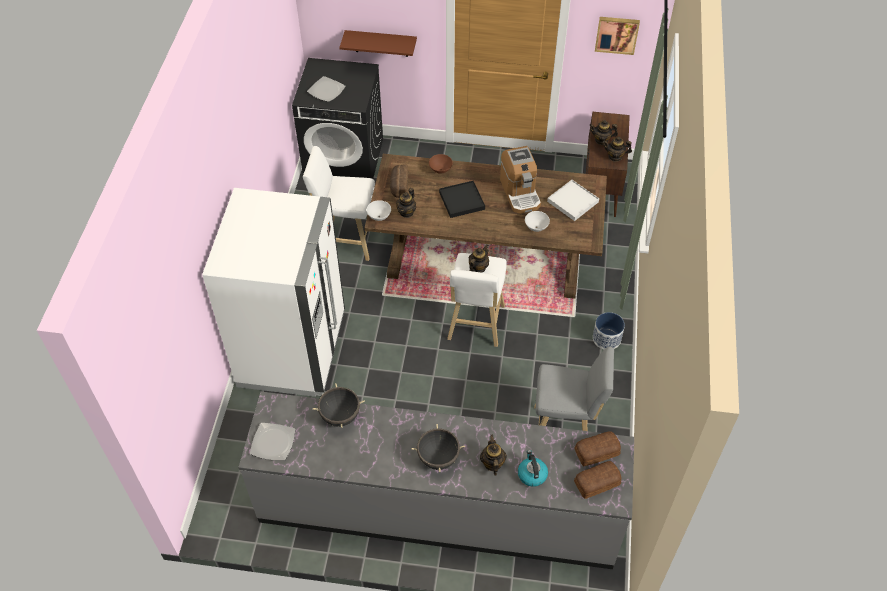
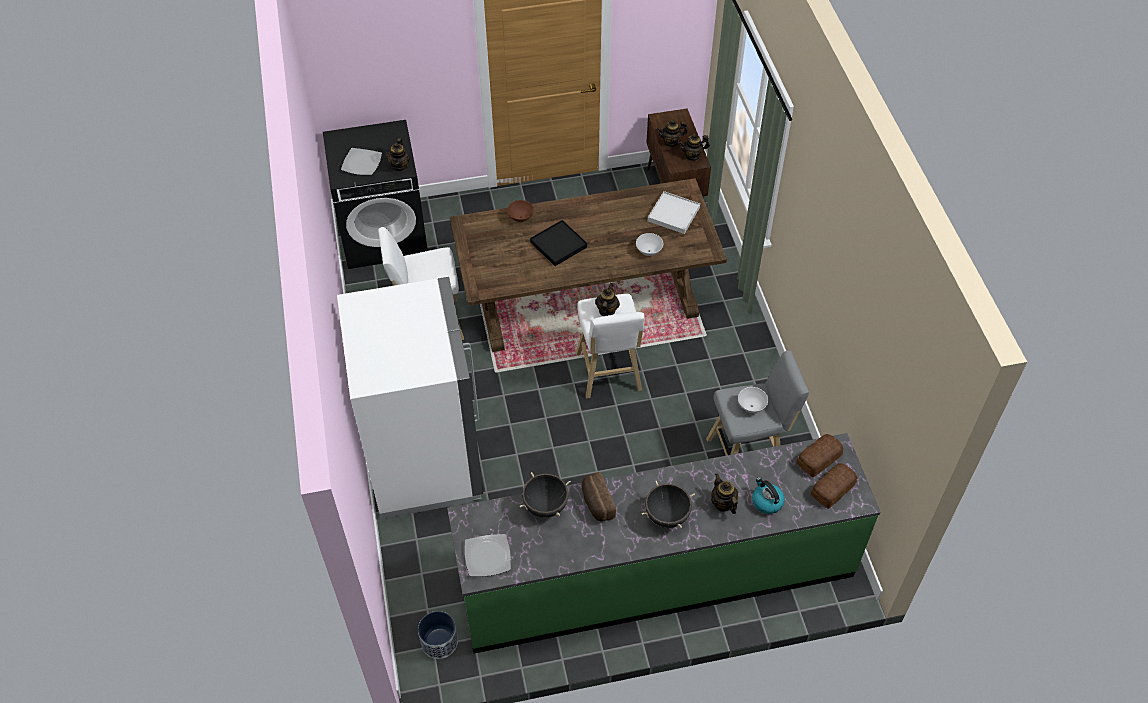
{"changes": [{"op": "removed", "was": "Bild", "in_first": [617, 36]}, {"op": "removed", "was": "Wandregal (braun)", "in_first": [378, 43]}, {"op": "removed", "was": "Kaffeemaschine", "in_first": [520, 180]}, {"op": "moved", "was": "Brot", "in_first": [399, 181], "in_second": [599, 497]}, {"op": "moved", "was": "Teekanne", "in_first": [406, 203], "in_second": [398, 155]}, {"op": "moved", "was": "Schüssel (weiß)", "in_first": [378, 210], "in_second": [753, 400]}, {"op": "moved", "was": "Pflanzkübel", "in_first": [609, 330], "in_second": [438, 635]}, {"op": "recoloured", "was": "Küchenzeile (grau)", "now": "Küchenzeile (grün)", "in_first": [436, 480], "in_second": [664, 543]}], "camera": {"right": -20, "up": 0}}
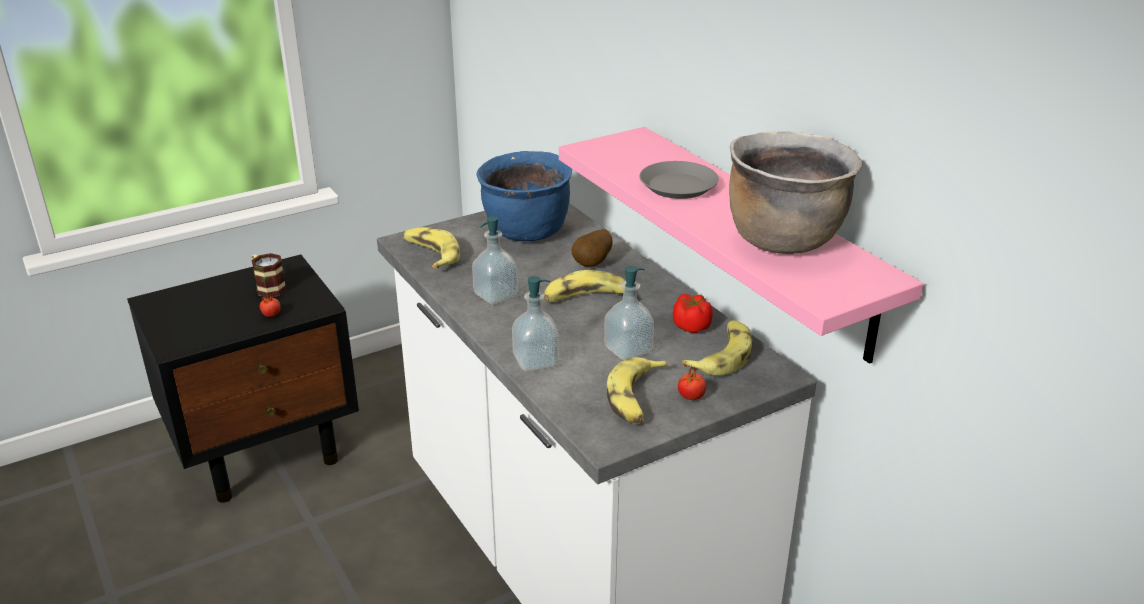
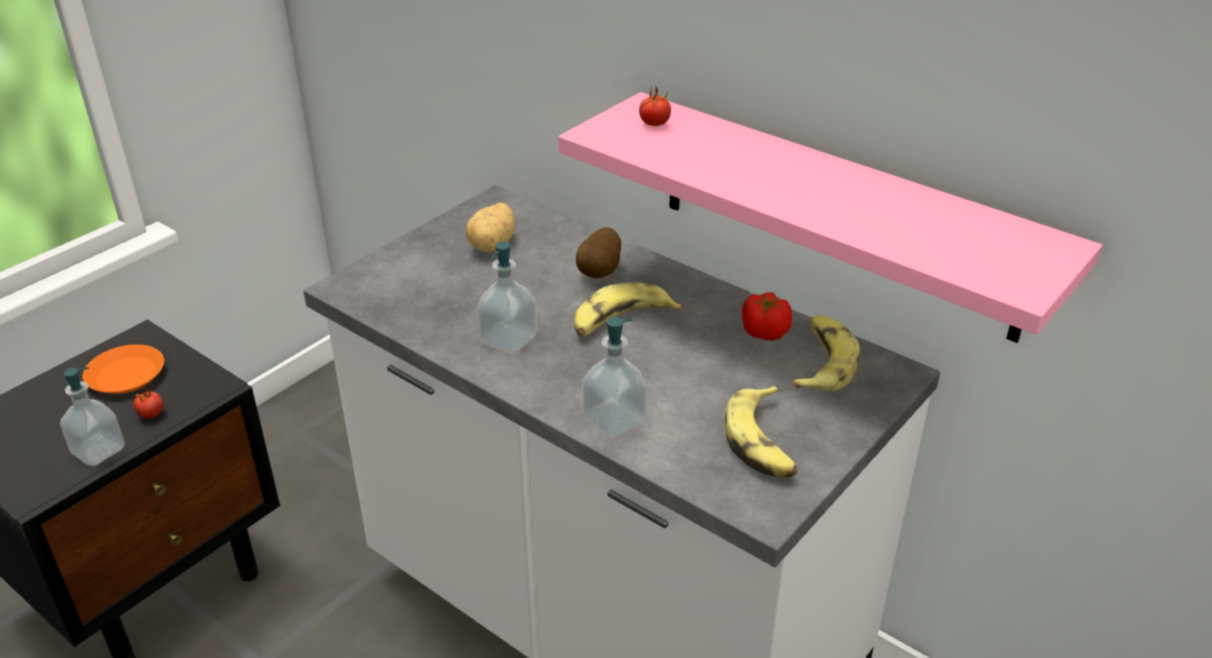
{"changes": [{"op": "removed", "was": "Kochtopf (braun)", "in_first": [795, 192]}, {"op": "replaced", "was": "Kochtopf (blau)", "now": "Kartoffel", "in_first": [524, 196], "in_second": [490, 228]}, {"op": "removed", "was": "Teller (grau)", "in_first": [679, 180]}, {"op": "removed", "was": "Banane", "in_first": [431, 248]}, {"op": "replaced", "was": "Henkelbecher", "now": "Teller (orange)", "in_first": [269, 275], "in_second": [123, 369]}, {"op": "moved", "was": "Seifenspender", "in_first": [629, 313], "in_second": [92, 416]}, {"op": "moved", "was": "Tomate", "in_first": [692, 383], "in_second": [655, 106]}], "camera": {"right": -20, "up": 5}}
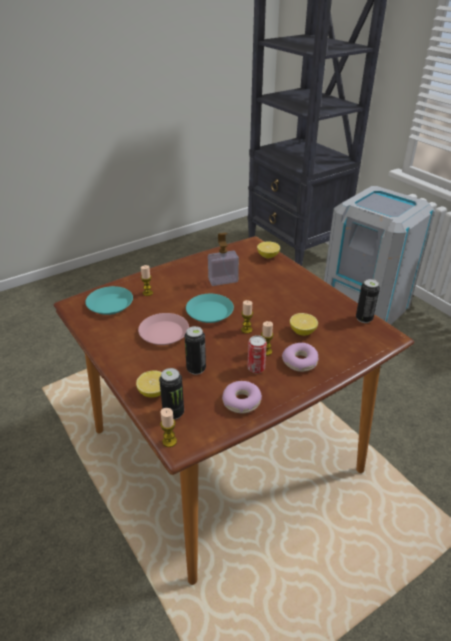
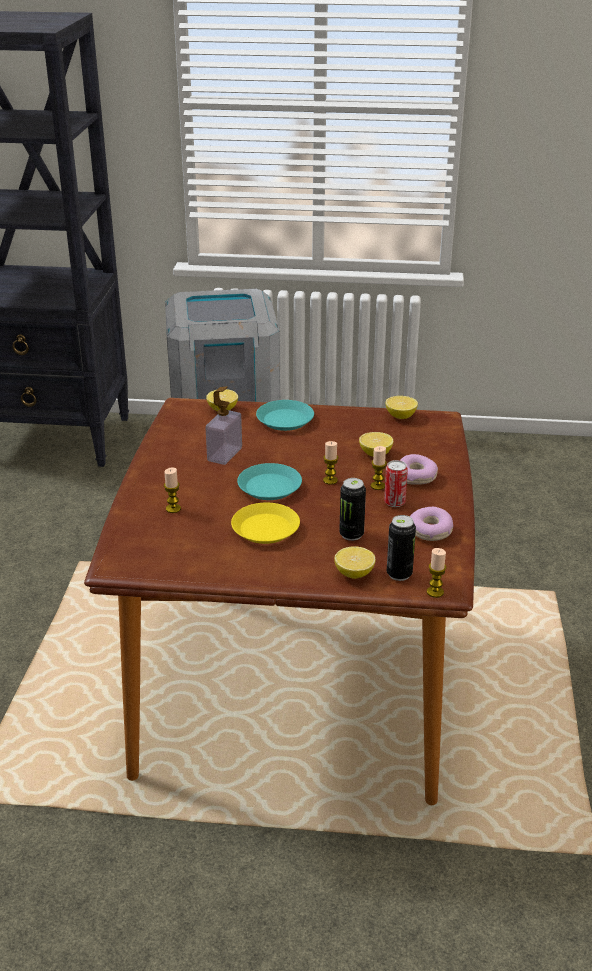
{"changes": [{"op": "replaced", "was": "Dose", "now": "Zitrone", "in_first": [368, 301], "in_second": [402, 407]}, {"op": "moved", "was": "Teller (türkis)", "in_first": [109, 300], "in_second": [285, 415]}, {"op": "recoloured", "was": "Teller (rosa)", "now": "Teller (gelb)", "in_first": [163, 329], "in_second": [265, 523]}], "camera": {"right": -50, "up": -5}}
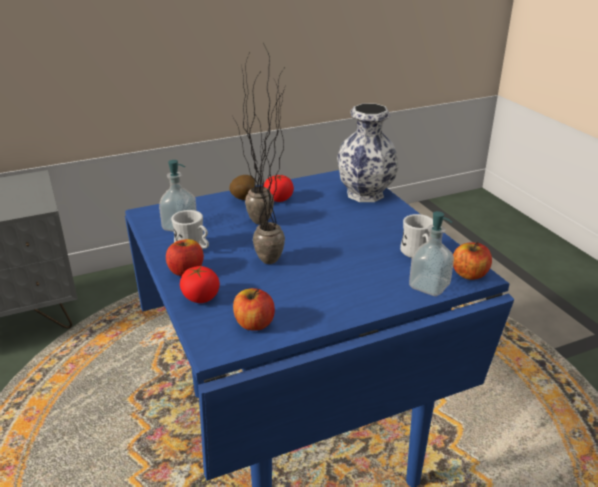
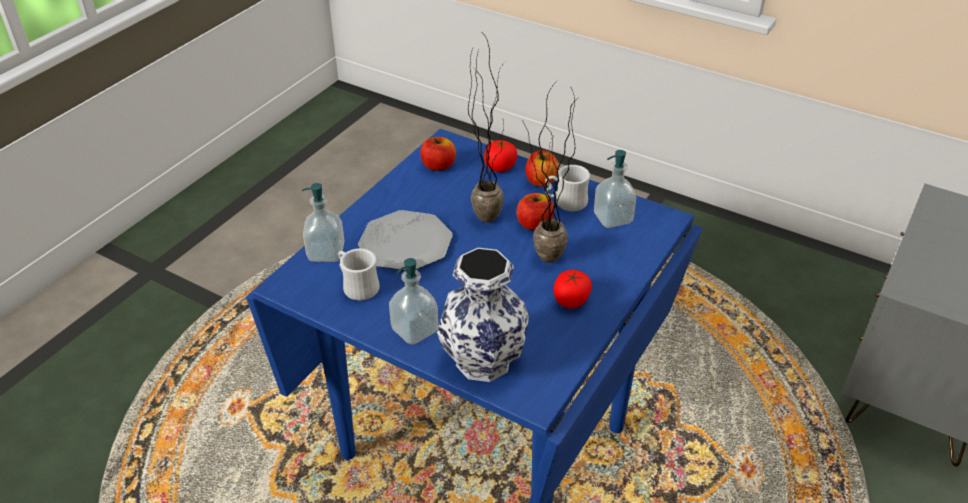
{"changes": [{"op": "removed", "was": "Kartoffel", "in_first": [242, 187]}, {"op": "moved", "was": "Apfel", "in_first": [472, 260], "in_second": [535, 211]}, {"op": "added", "now": "Teller", "in_second": [405, 240]}, {"op": "added", "now": "Seifenspender", "in_second": [413, 301]}], "camera": {"right": 145, "up": 10}}
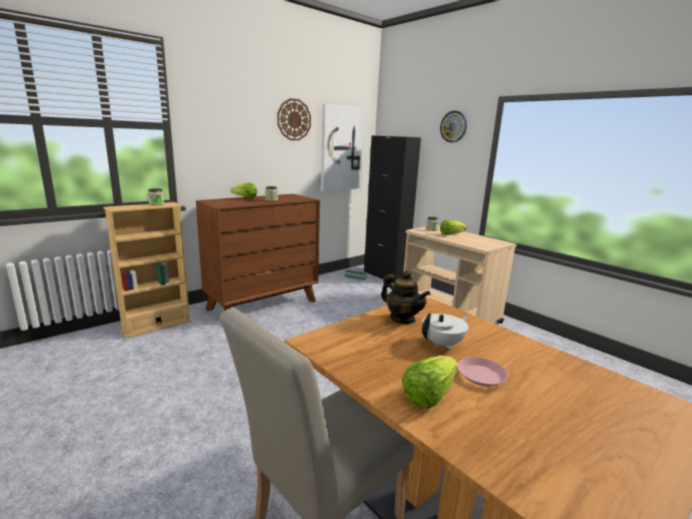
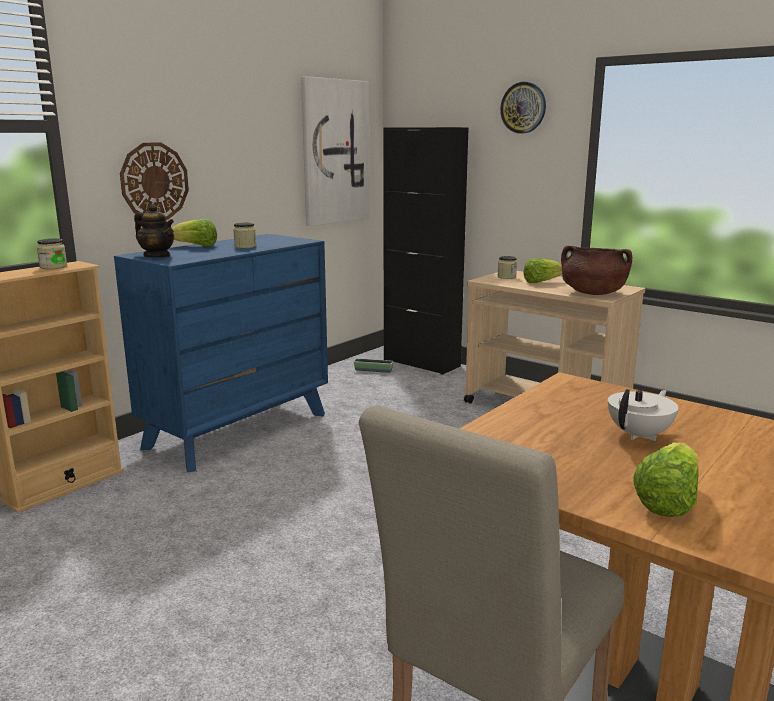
{"changes": [{"op": "moved", "was": "Wanduhr", "in_first": [294, 119], "in_second": [154, 181]}, {"op": "recoloured", "was": "Kommode (braun)", "now": "Kommode (blau)", "in_first": [258, 252], "in_second": [221, 353]}, {"op": "moved", "was": "Teekanne", "in_first": [405, 297], "in_second": [154, 231]}, {"op": "removed", "was": "Teller (rosa)", "in_first": [483, 371]}, {"op": "added", "now": "Kochtopf (braun)", "in_second": [596, 270]}], "camera": {"right": -10, "up": 0}}
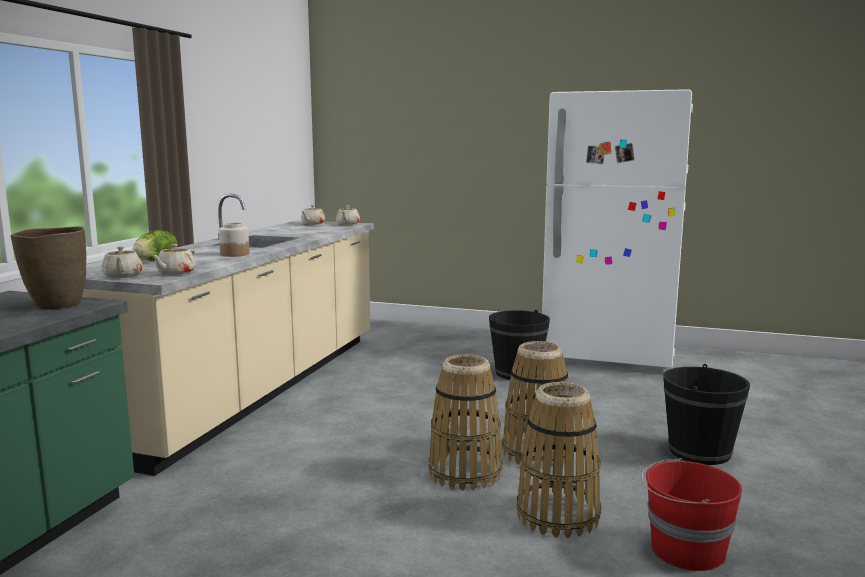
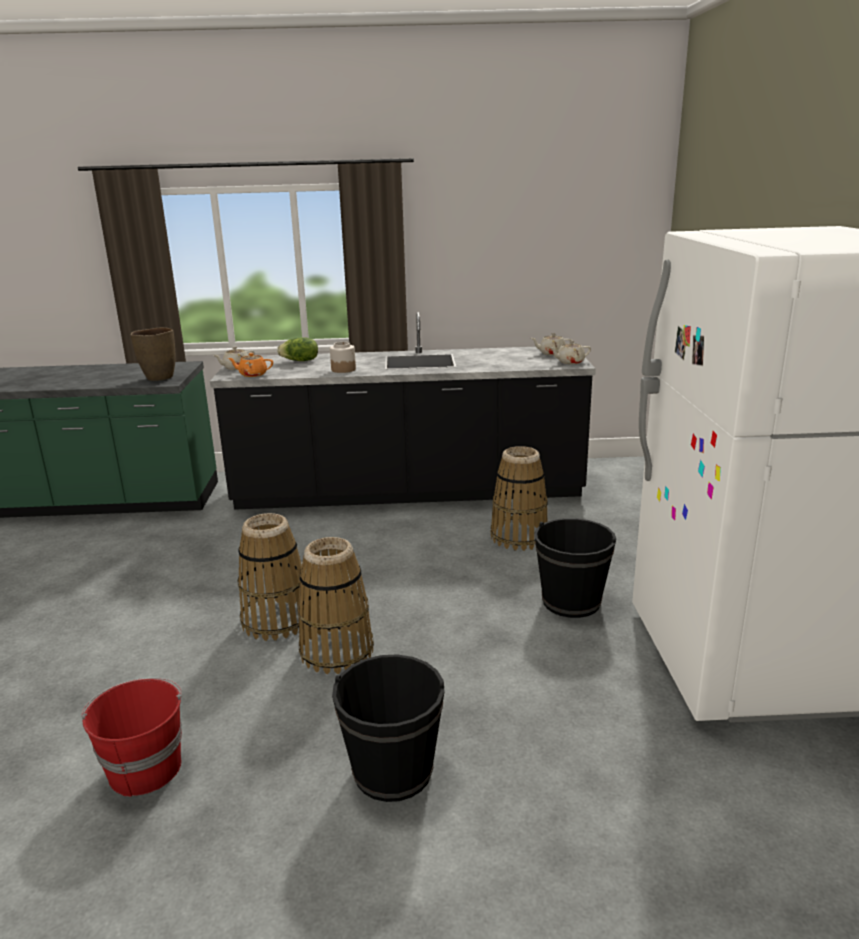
{"changes": [{"op": "recoloured", "was": "Küchenzeile (beige)", "now": "Küchenzeile (schwarz)", "in_first": [228, 335], "in_second": [403, 411]}, {"op": "recoloured", "was": "Teekanne (beige)", "now": "Teekanne (orange)", "in_first": [173, 259], "in_second": [250, 365]}, {"op": "moved", "was": "Korb", "in_first": [559, 460], "in_second": [519, 498]}], "camera": {"right": 70, "up": 10}}
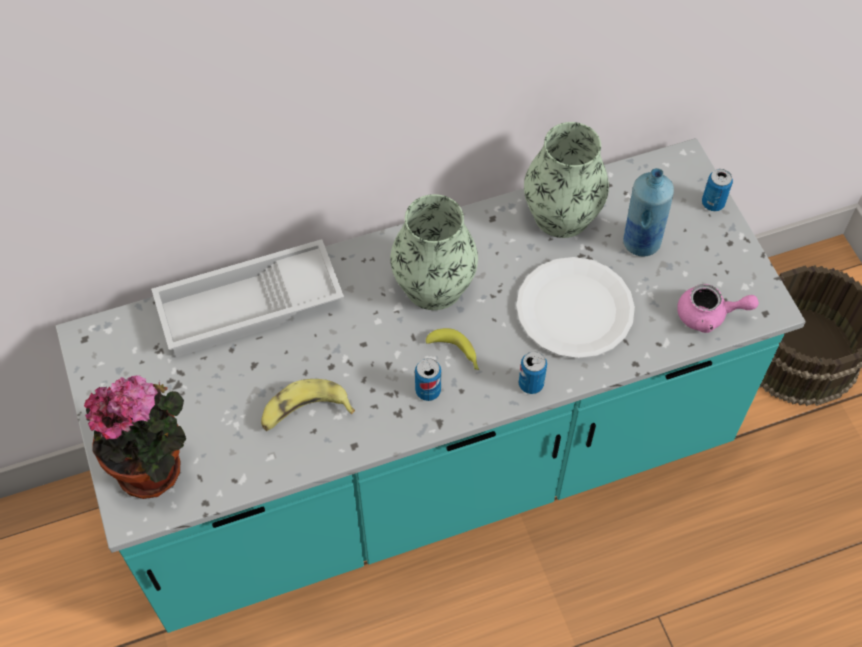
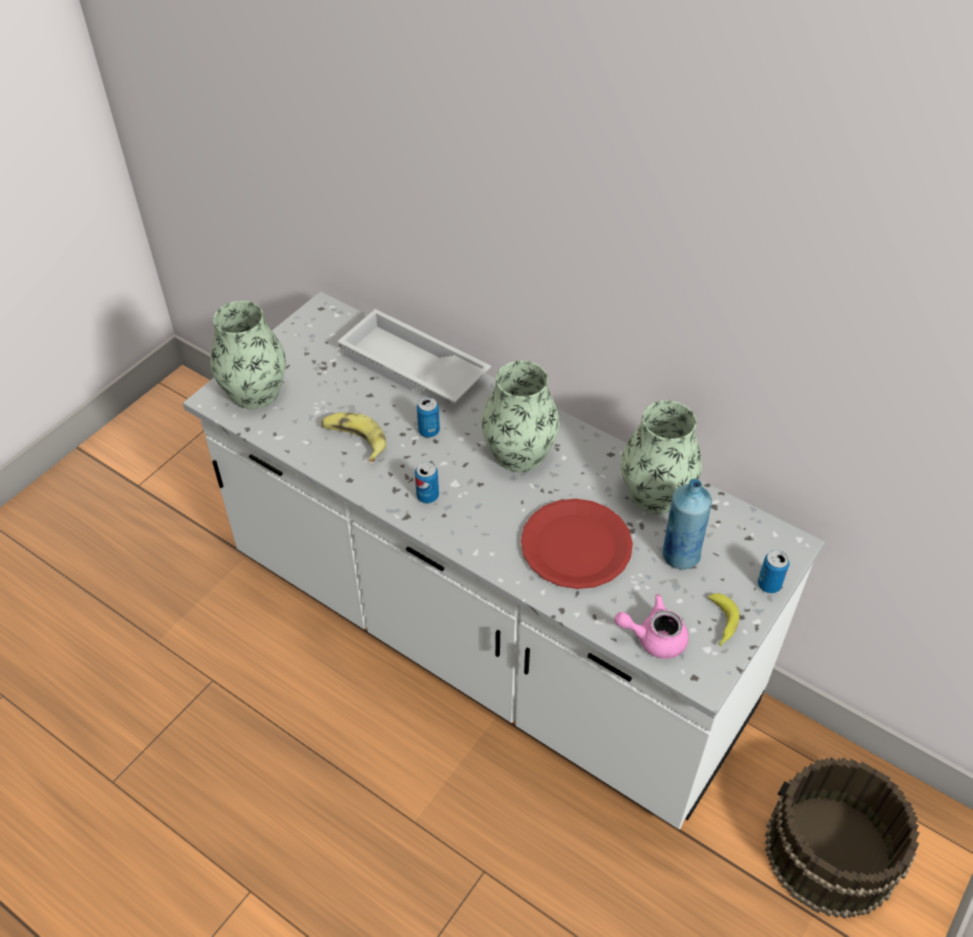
{"changes": [{"op": "recoloured", "was": "Küchenzeile (türkis)", "now": "Küchenzeile (weiß)", "in_first": [431, 385], "in_second": [504, 560]}, {"op": "recoloured", "was": "Teller (weiß)", "now": "Teller (rot)", "in_first": [575, 308], "in_second": [577, 544]}, {"op": "turned", "was": "Teekanne (rosa)", "in_first": [718, 308], "in_second": [651, 626], "clockwise": 120}, {"op": "moved", "was": "Banane", "in_first": [452, 349], "in_second": [723, 620]}, {"op": "moved", "was": "Dose", "in_first": [532, 372], "in_second": [428, 417]}, {"op": "replaced", "was": "Topfpflanze", "now": "Vase", "in_first": [135, 437], "in_second": [248, 355]}], "camera": {"right": 55, "up": -10}}
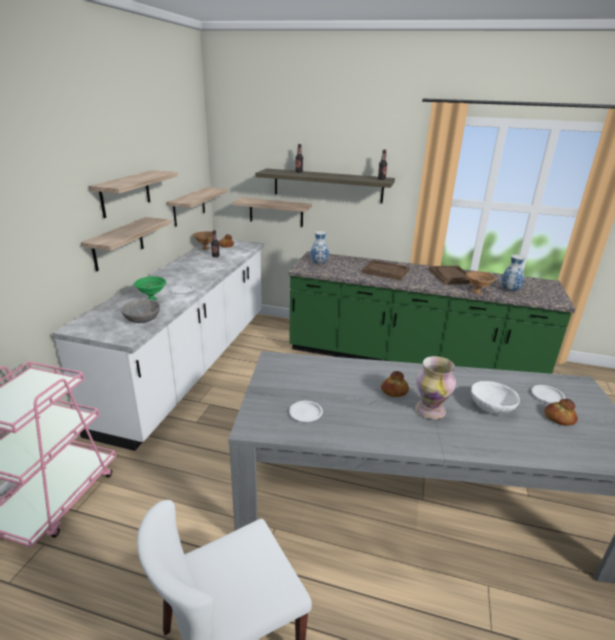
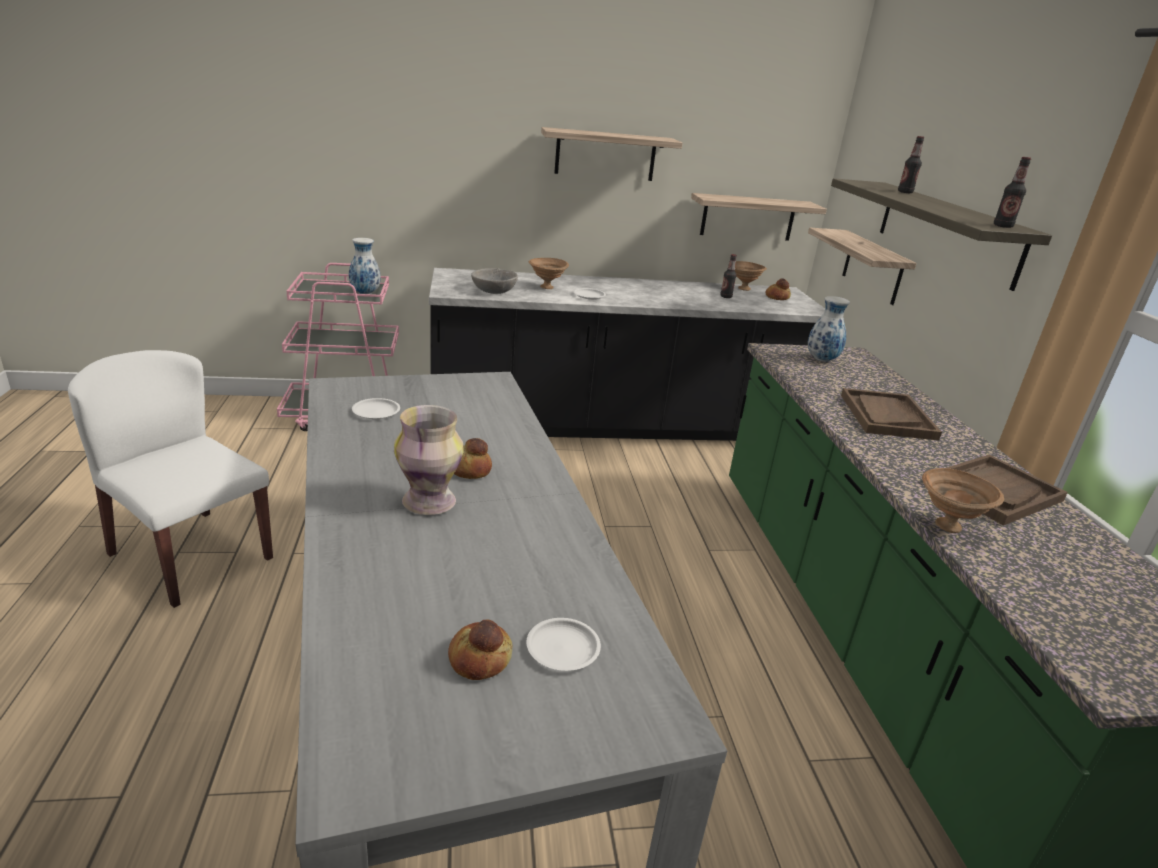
{"changes": [{"op": "removed", "was": "Wandregal", "in_first": [126, 244]}, {"op": "recoloured", "was": "Küchenzeile (weiß)", "now": "Küchenzeile (schwarz)", "in_first": [158, 344], "in_second": [627, 354]}, {"op": "moved", "was": "Vase", "in_first": [513, 273], "in_second": [365, 266]}, {"op": "recoloured", "was": "Schüssel (grün)", "now": "Schüssel (braun)", "in_first": [150, 288], "in_second": [549, 273]}, {"op": "removed", "was": "Schüssel (weiß)", "in_first": [495, 397]}], "camera": {"right": 65, "up": 0}}
